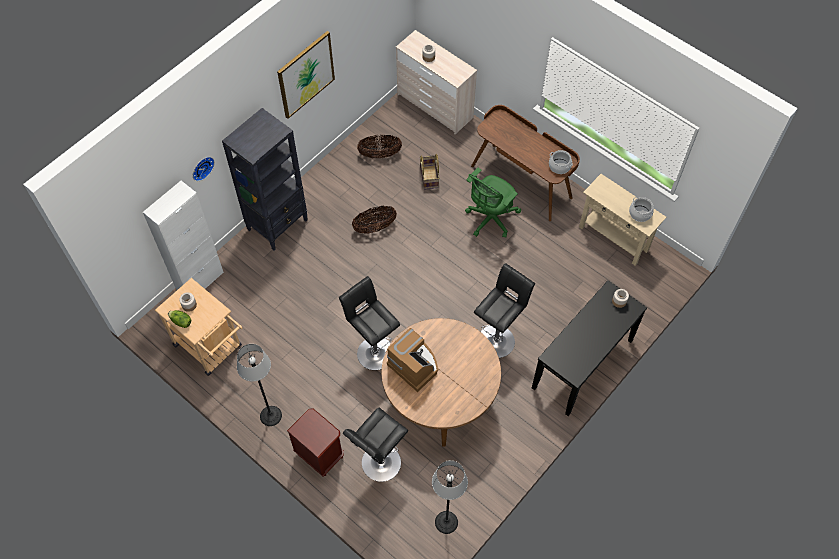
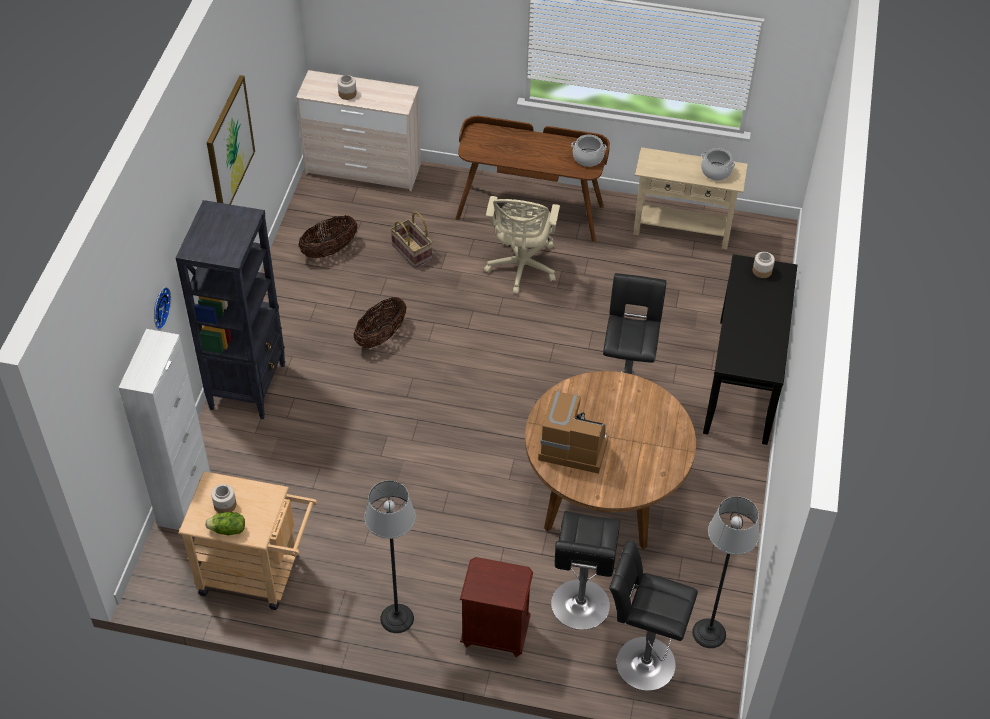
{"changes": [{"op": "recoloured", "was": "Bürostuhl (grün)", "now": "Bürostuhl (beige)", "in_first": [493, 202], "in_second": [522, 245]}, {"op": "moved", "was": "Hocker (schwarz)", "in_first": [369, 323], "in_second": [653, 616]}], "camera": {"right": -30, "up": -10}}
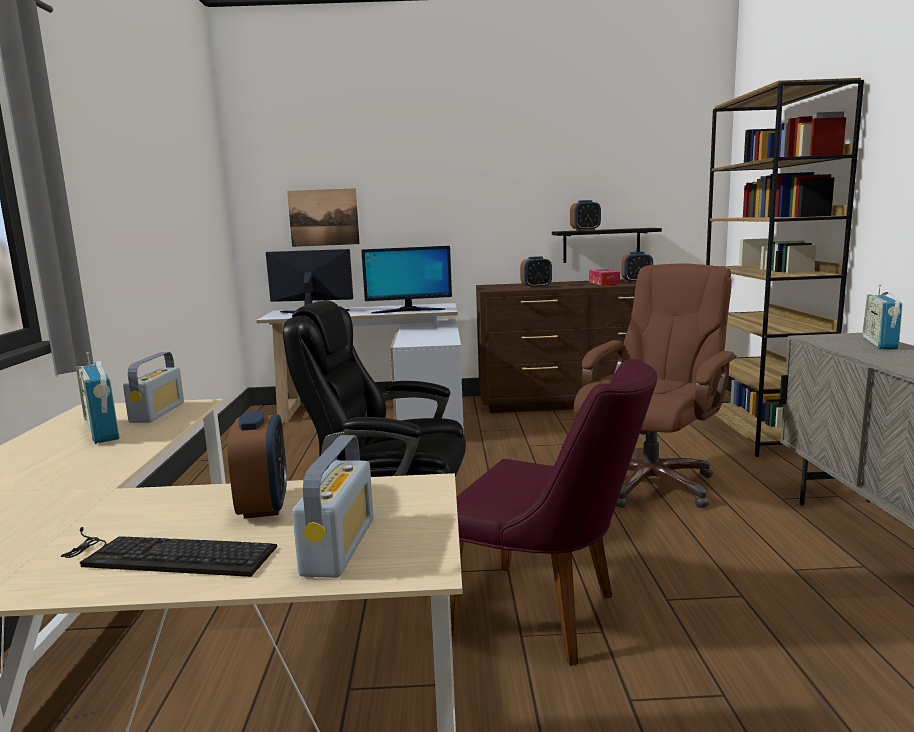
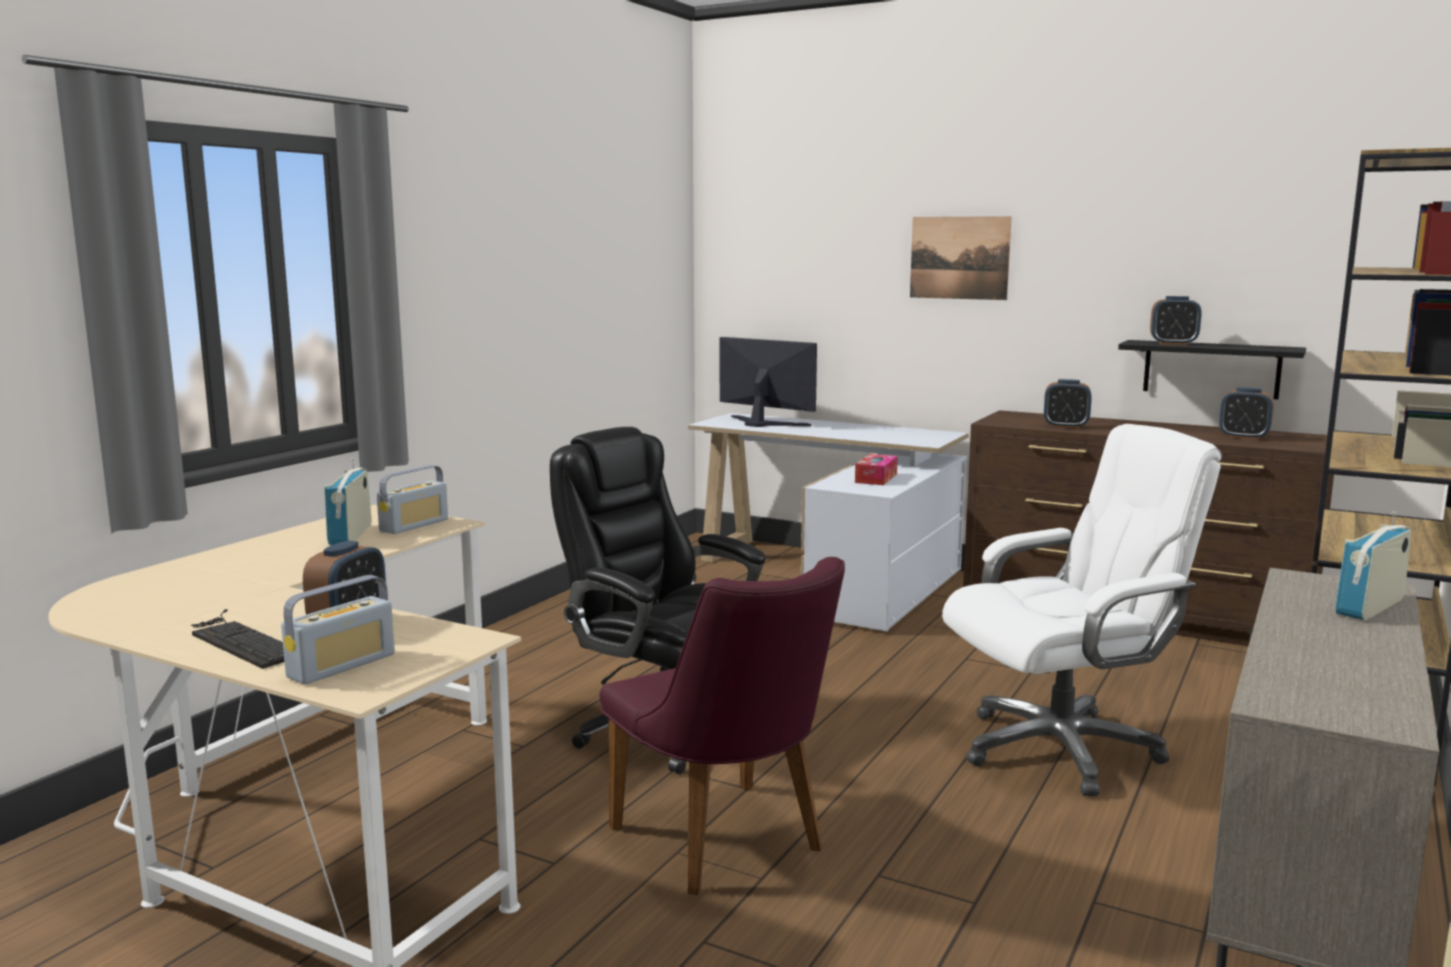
{"changes": [{"op": "moved", "was": "Bild", "in_first": [323, 217], "in_second": [961, 258]}, {"op": "removed", "was": "Monitor", "in_first": [406, 280]}, {"op": "recoloured", "was": "Bürostuhl (braun)", "now": "Bürostuhl (weiß)", "in_first": [655, 385], "in_second": [1082, 610]}, {"op": "moved", "was": "Taschentuchbox", "in_first": [604, 277], "in_second": [876, 469]}], "camera": {"right": 30, "up": 0}}
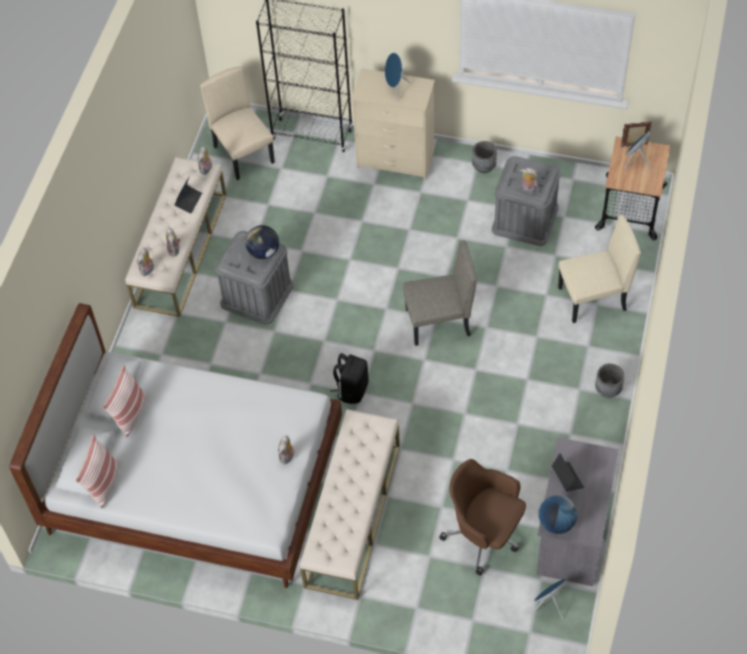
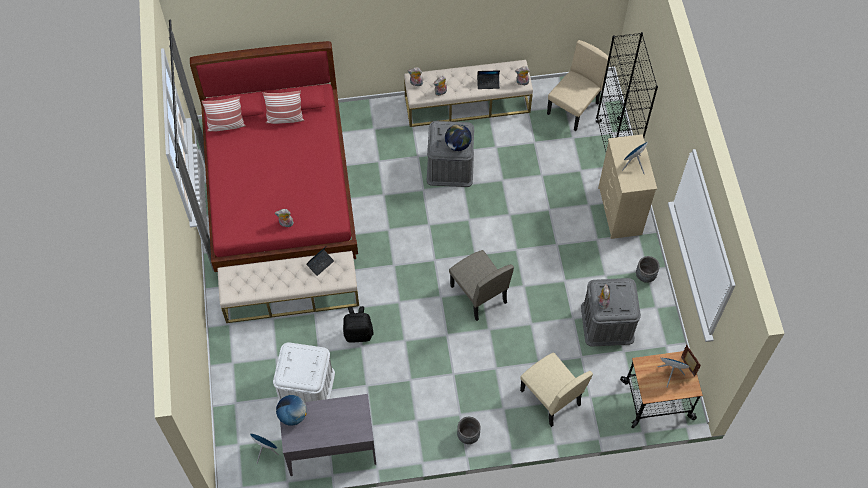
{"changes": [{"op": "recoloured", "was": "Bett (weiß)", "now": "Bett (rot)", "in_first": [175, 445], "in_second": [274, 156]}, {"op": "moved", "was": "Rucksack (schwarz)", "in_first": [349, 378], "in_second": [358, 324]}, {"op": "moved", "was": "Laptop", "in_first": [568, 472], "in_second": [320, 261]}, {"op": "replaced", "was": "Bürostuhl (braun)", "now": "Aufbewahrungsbox (weiß)", "in_first": [482, 517], "in_second": [304, 373]}], "camera": {"right": 65, "up": 5}}
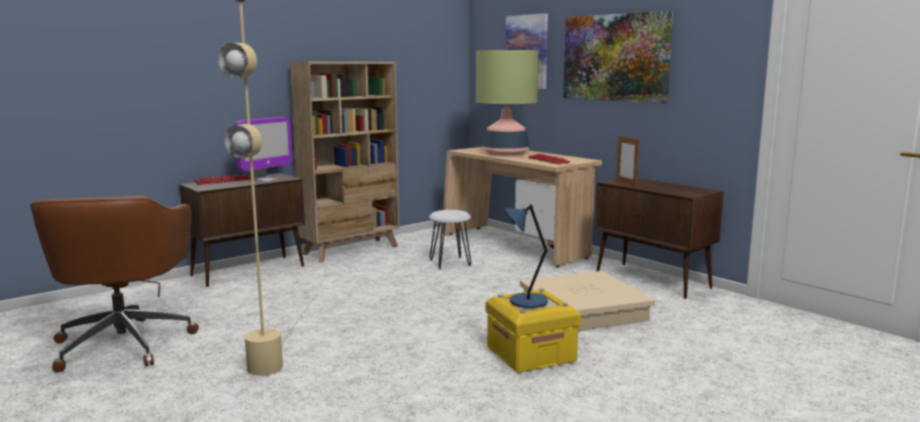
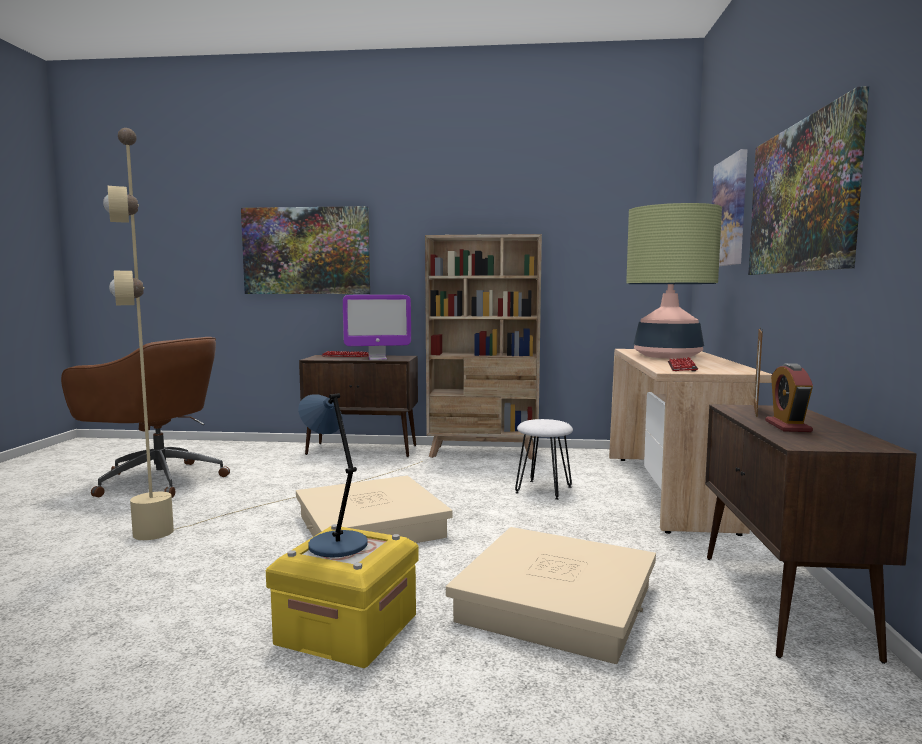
{"changes": [{"op": "turned", "was": "Bürostuhl (braun)", "in_first": [114, 284], "in_second": [145, 417], "clockwise": -105}, {"op": "added", "now": "Bild", "in_second": [305, 250]}, {"op": "added", "now": "Wecker", "in_second": [789, 397]}, {"op": "added", "now": "Aufbewahrungsbox (beige)", "in_second": [374, 509]}], "camera": {"right": 45, "up": -5}}
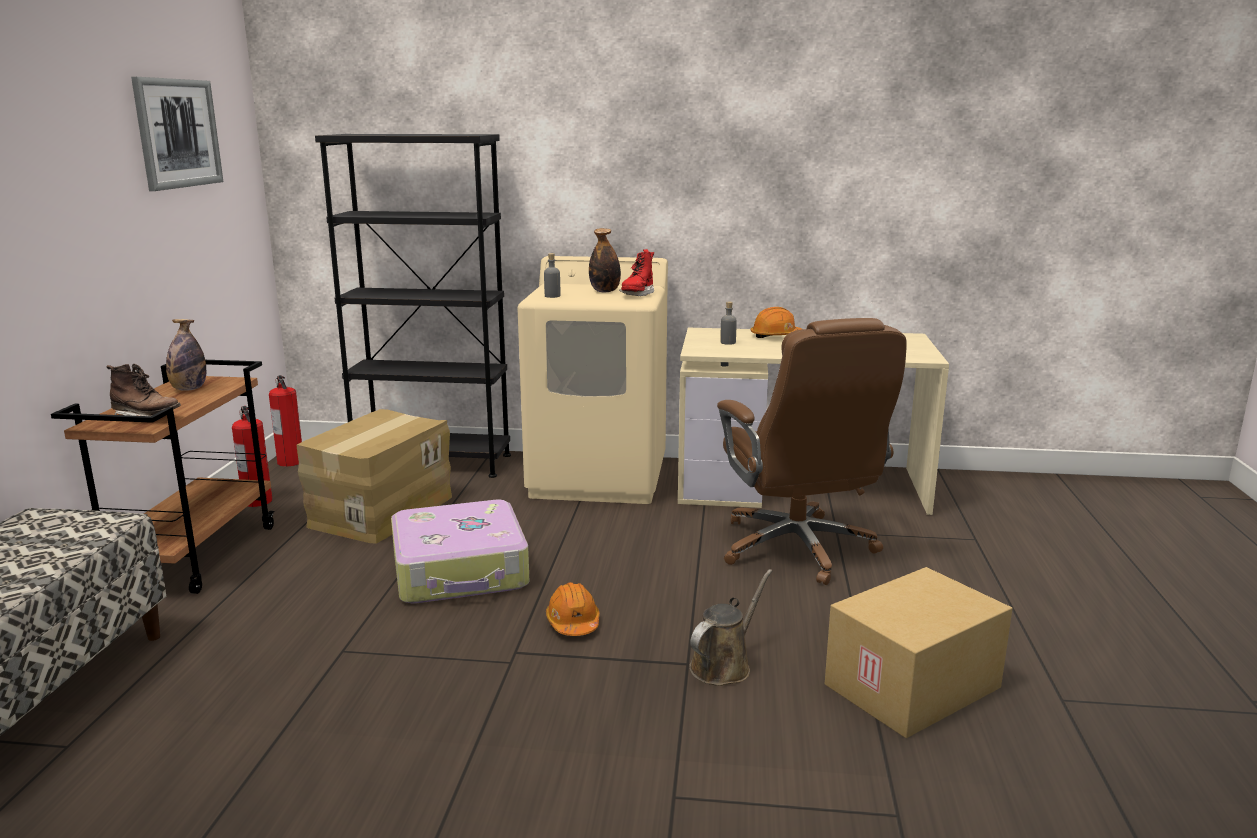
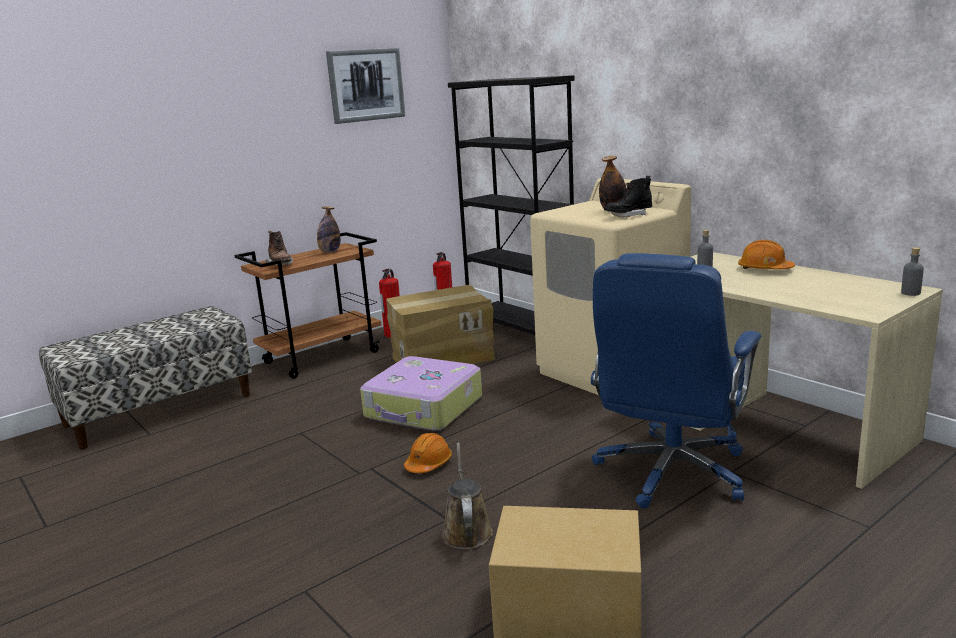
{"changes": [{"op": "recoloured", "was": "Stiefel (rot)", "now": "Stiefel (schwarz)", "in_first": [636, 272], "in_second": [628, 196]}, {"op": "moved", "was": "Flasche (grau)", "in_first": [552, 275], "in_second": [912, 271]}, {"op": "recoloured", "was": "Bürostuhl (braun)", "now": "Bürostuhl (blau)", "in_first": [812, 451], "in_second": [676, 381]}, {"op": "turned", "was": "Gießkanne (braun)", "in_first": [730, 627], "in_second": [467, 496], "clockwise": -90}], "camera": {"right": 45, "up": 0}}
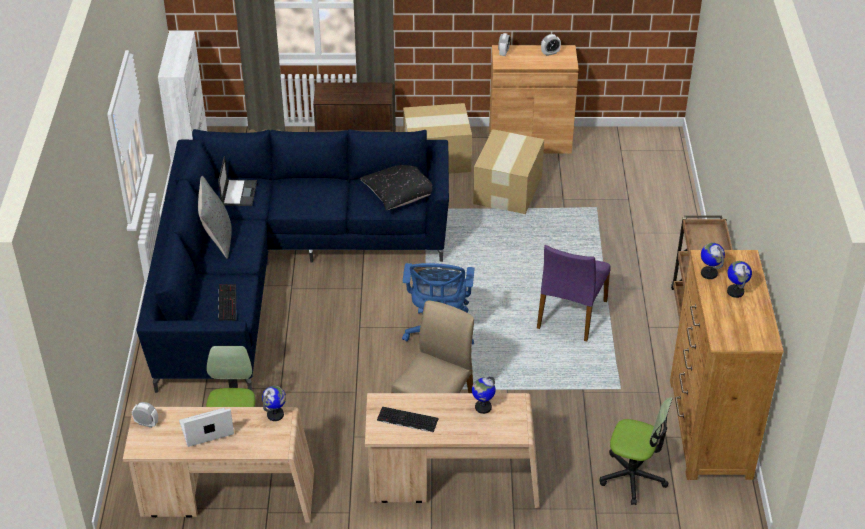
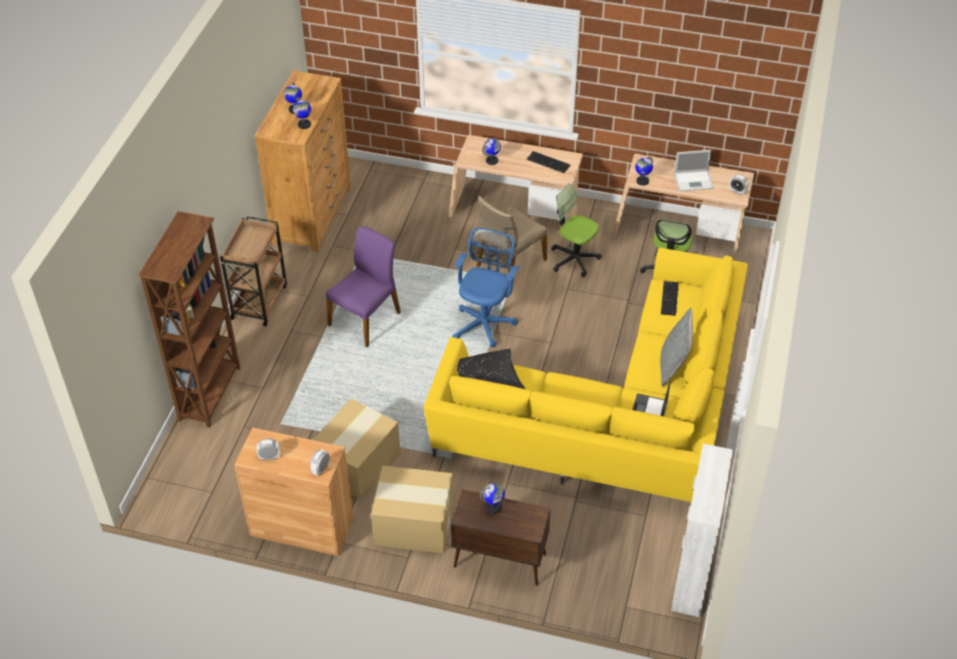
{"changes": [{"op": "recoloured", "was": "Sofa (blau)", "now": "Sofa (gelb)", "in_first": [293, 261], "in_second": [586, 375]}, {"op": "moved", "was": "Bürostuhl", "in_first": [636, 451], "in_second": [576, 230]}, {"op": "added", "now": "Bücherregal (braun)", "in_second": [189, 319]}, {"op": "added", "now": "Globus", "in_second": [492, 498]}], "camera": {"right": -165, "up": 5}}
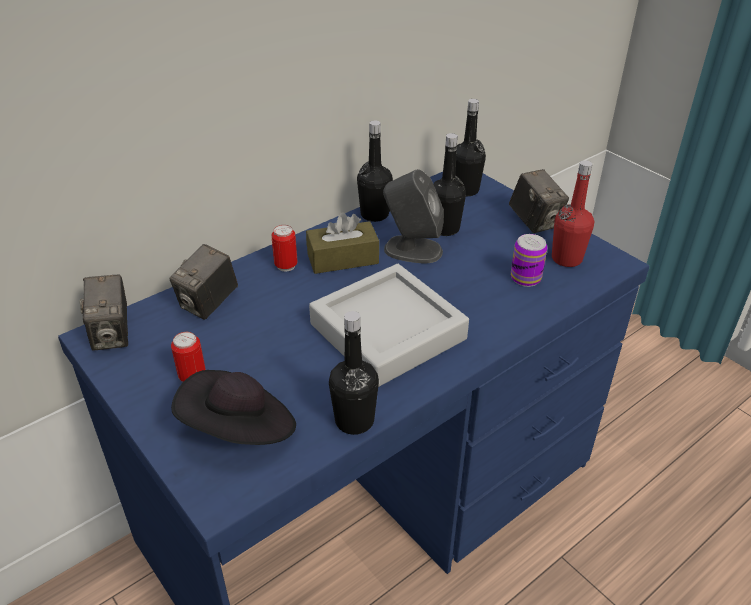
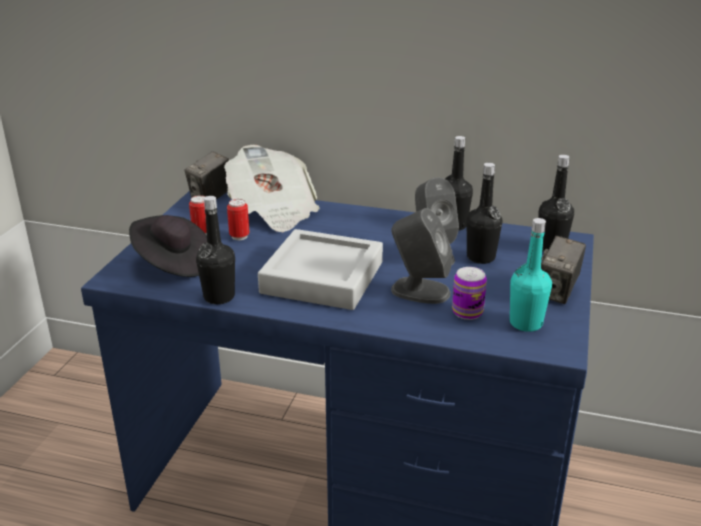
{"changes": [{"op": "recoloured", "was": "Flasche (rot)", "now": "Flasche (türkis)", "in_first": [573, 213], "in_second": [531, 275]}, {"op": "removed", "was": "Taschentuchbox (braun)", "in_first": [342, 243]}, {"op": "moved", "was": "Dose", "in_first": [284, 248], "in_second": [238, 219]}, {"op": "replaced", "was": "Kamera", "now": "Zeitung", "in_first": [203, 282], "in_second": [272, 188]}, {"op": "added", "now": "Lautsprecher (grau)", "in_second": [421, 256]}], "camera": {"right": 55, "up": -10}}
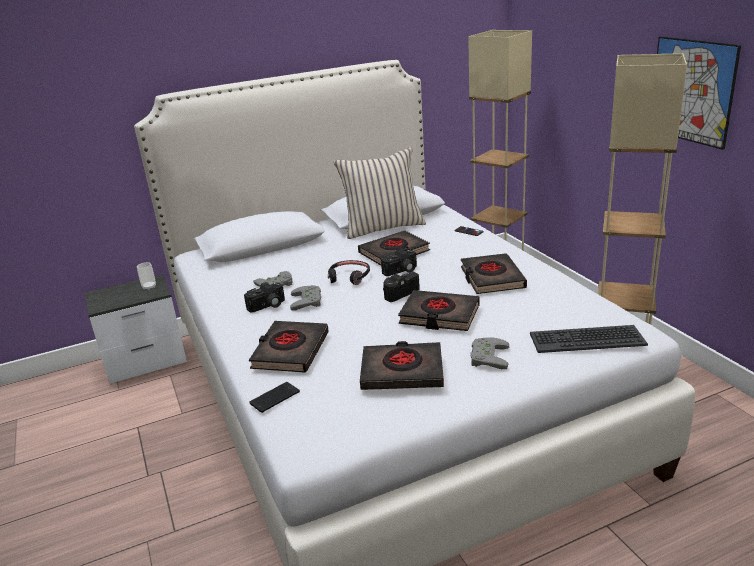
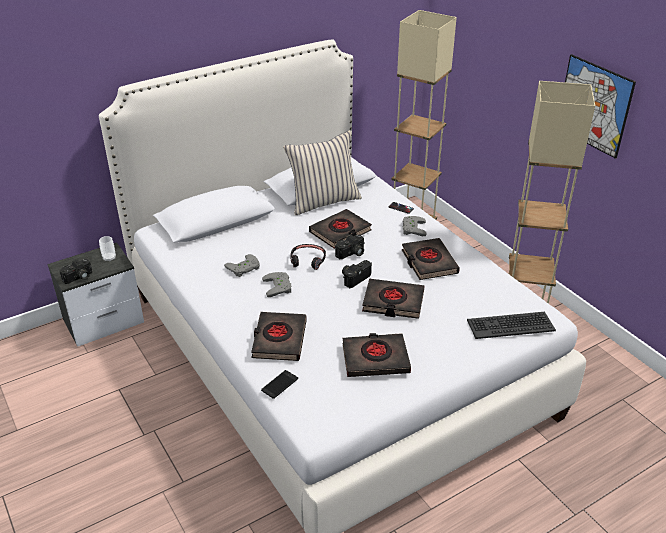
{"changes": [{"op": "moved", "was": "Kamera", "in_first": [264, 297], "in_second": [76, 271]}, {"op": "moved", "was": "Gamepad (grau)", "in_first": [489, 353], "in_second": [415, 226]}], "camera": {"right": -10, "up": 10}}
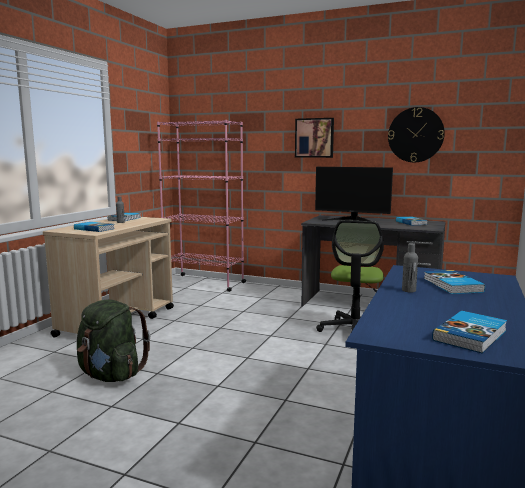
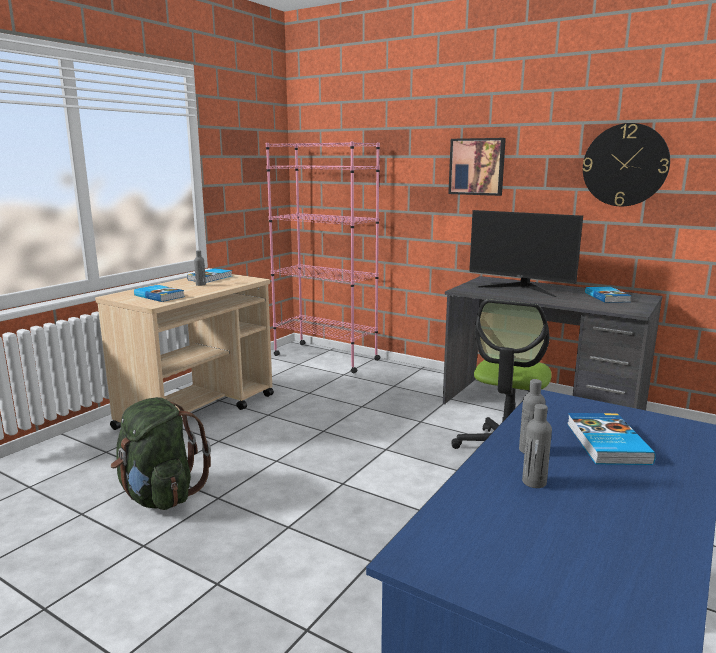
{"changes": [{"op": "removed", "was": "Buch", "in_first": [469, 332]}, {"op": "added", "now": "Flasche (grau)", "in_second": [537, 446]}], "camera": {"right": 10, "up": 5}}
